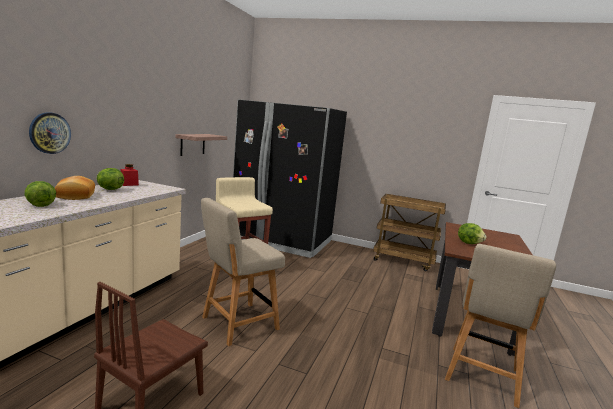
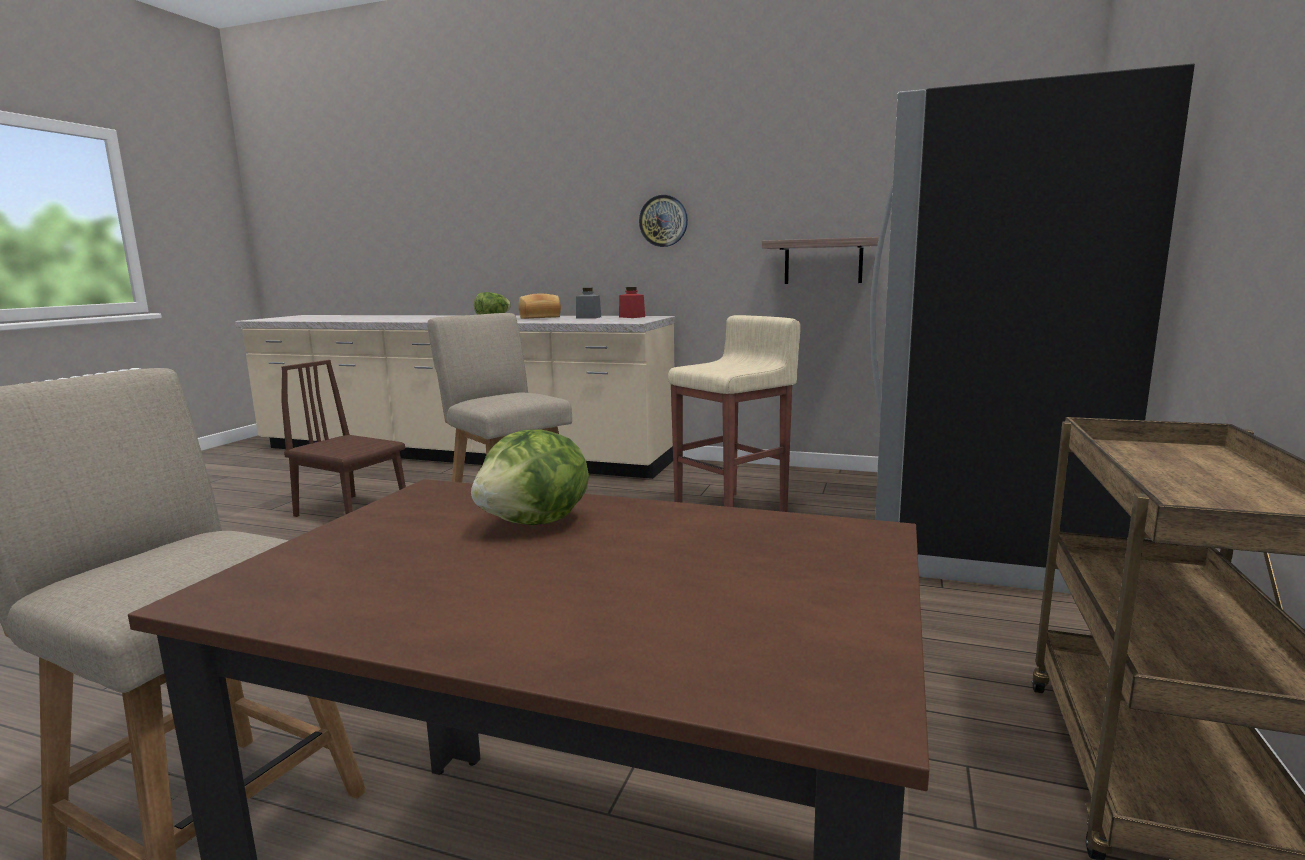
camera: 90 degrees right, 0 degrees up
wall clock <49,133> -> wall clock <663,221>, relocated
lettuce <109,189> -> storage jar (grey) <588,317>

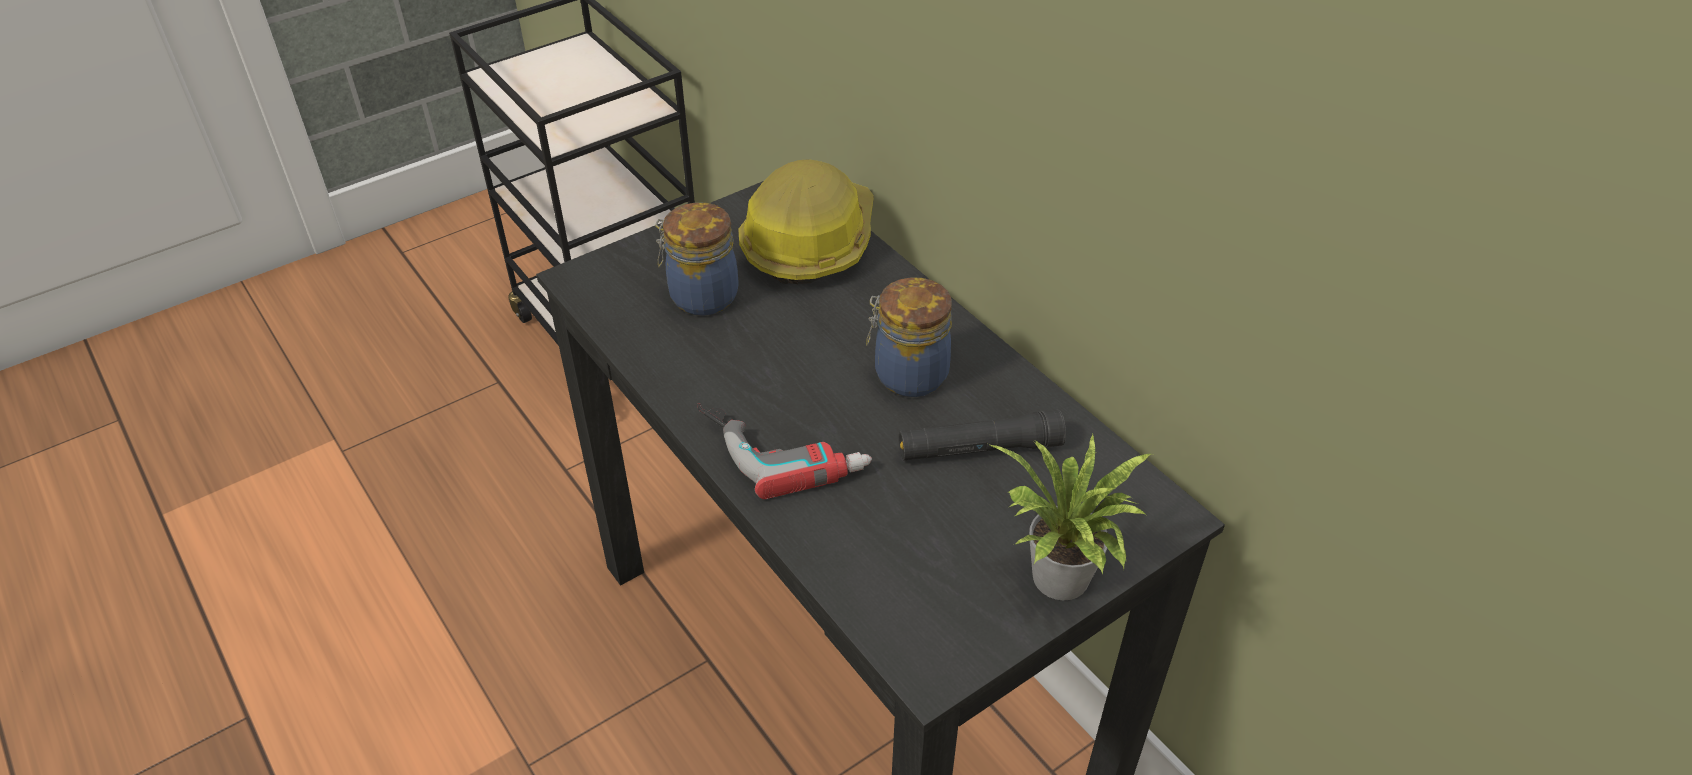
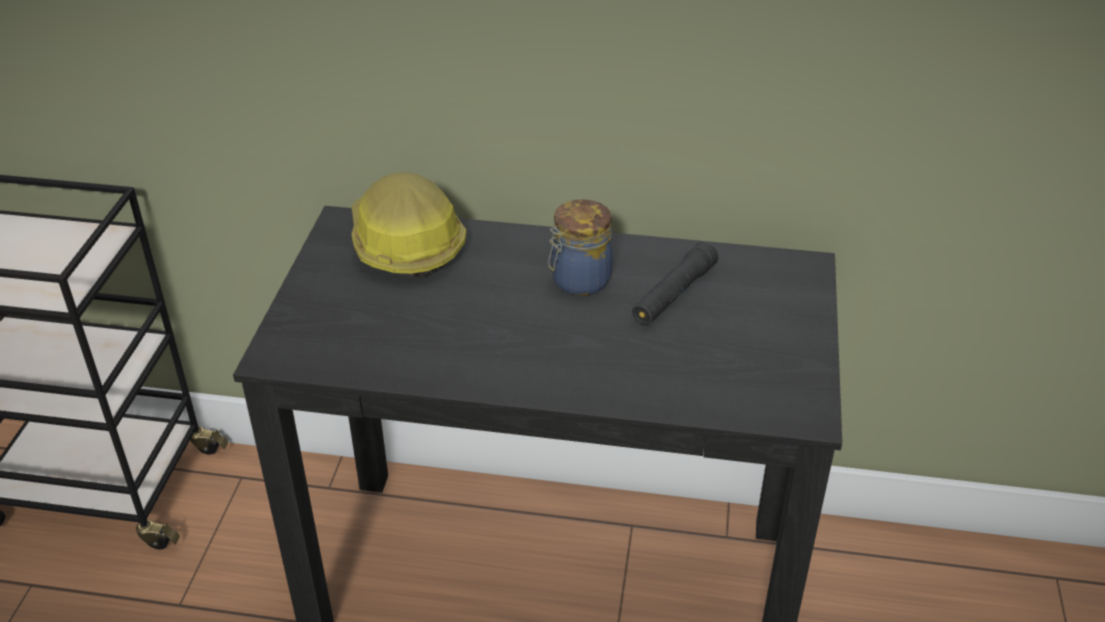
camera: 45 degrees left, 5 degrees down
storage jar <700,295> -> none
power drill <784,445> -> none
plant in a pot <1059,584> -> none

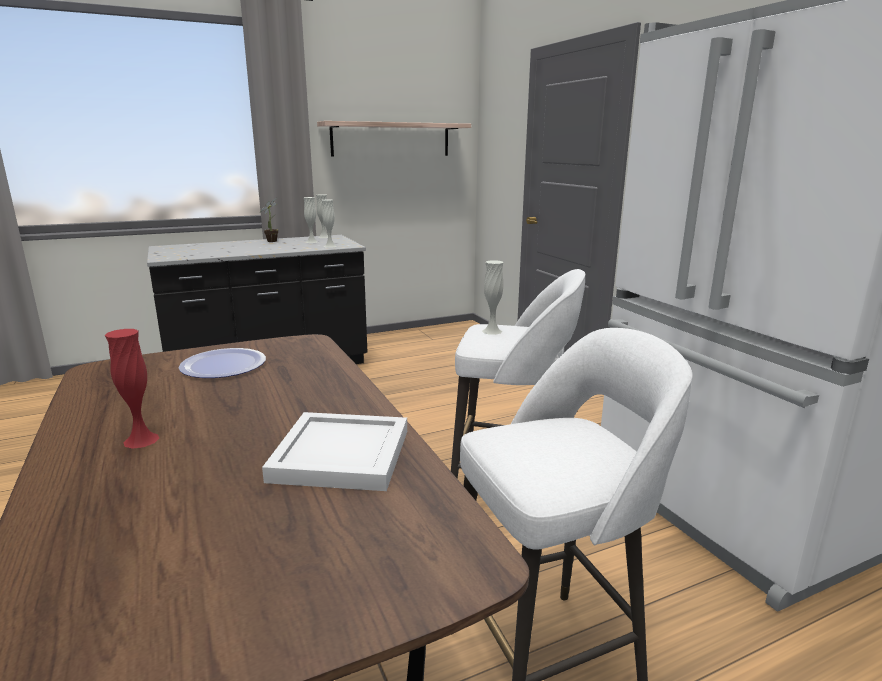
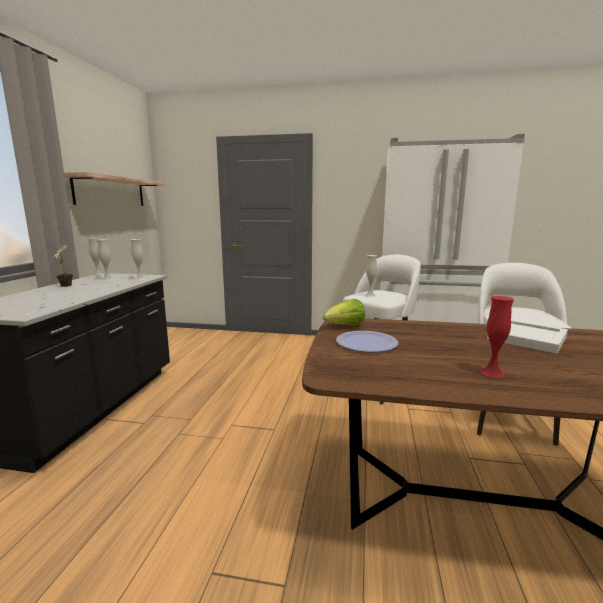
camera: 55 degrees left, 5 degrees down
none -> lettuce <345,326>

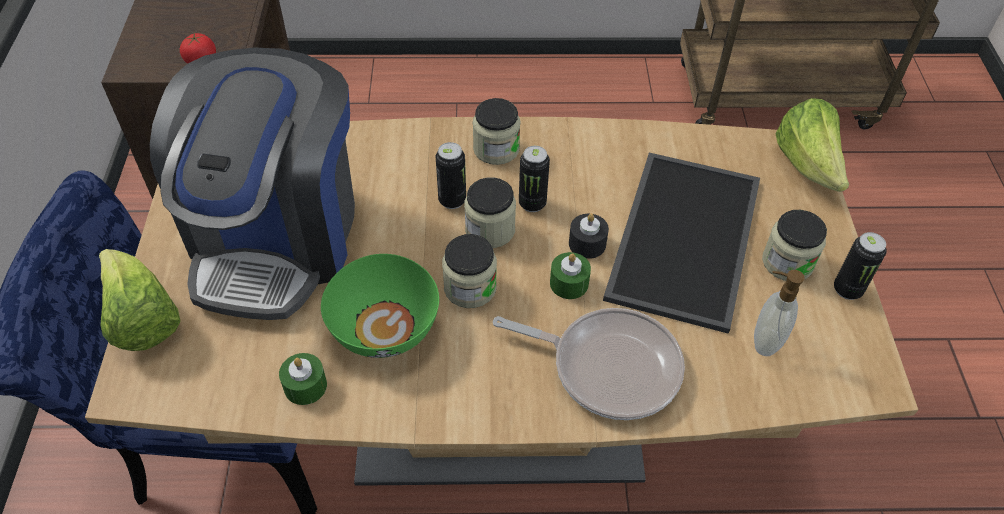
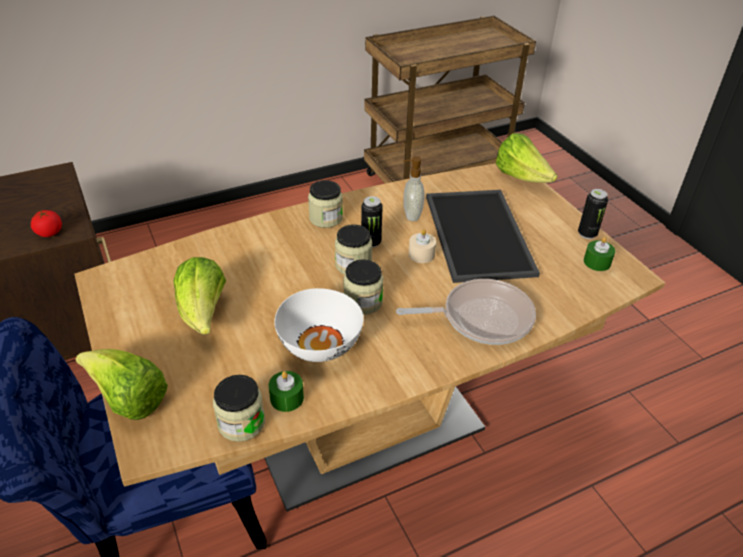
camera: 25 degrees left, 10 degrees down
coffee machine <277,237> -> lettuce <203,314>
deep dish (green-coloured) <383,327> -> deep dish (whitish) <319,343>
sealed can <452,200> -> none
wax candle (green-coloured) <569,283> -> wax candle (green-coloured) <597,262>, relocated
wax candle (black) <587,244> -> wax candle (beige-coloured) <421,254>
soap bottle <765,341> -> soap bottle <411,215>, relocated
storage jar <787,262> -> storage jar <241,423>, relocated

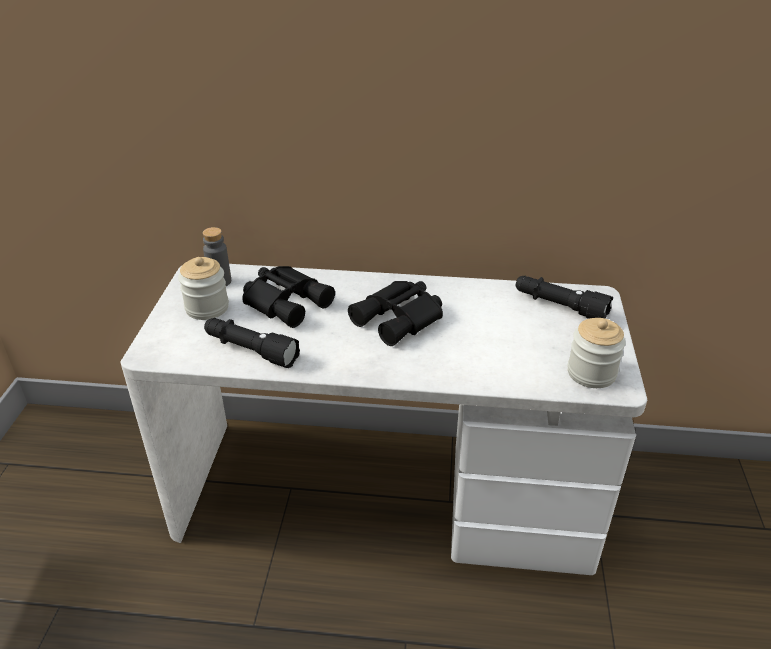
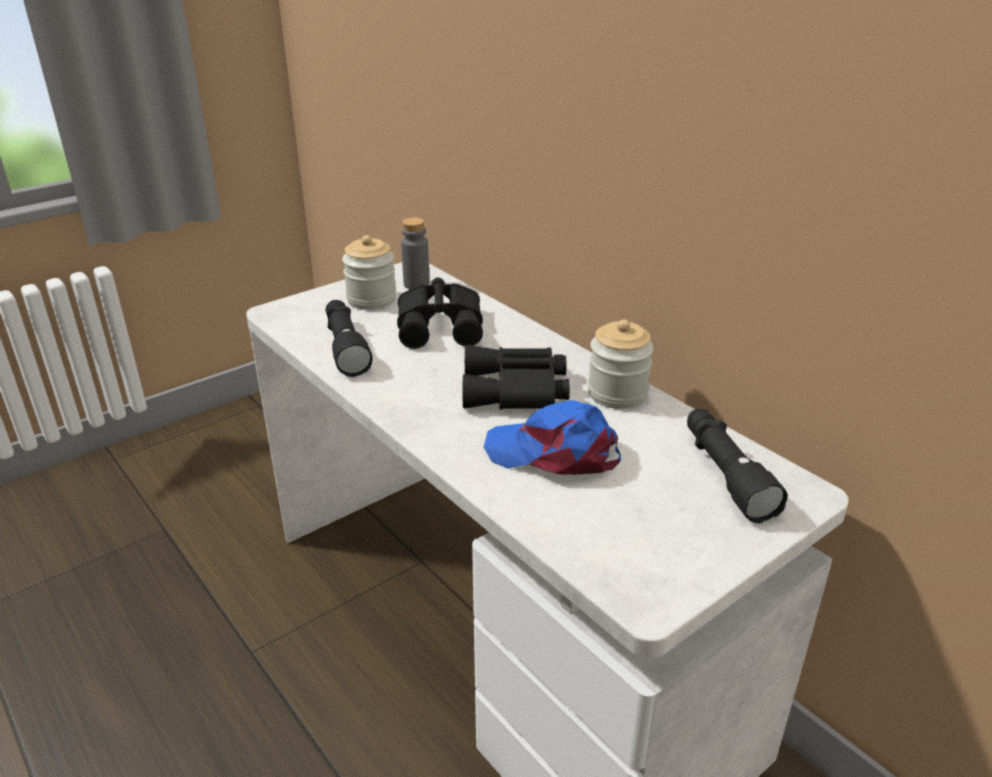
camera: 45 degrees right, 5 degrees down
storage jar <591,373> -> storage jar <617,393>, relocated
none -> peaked cap (blue-coloured) <554,453>

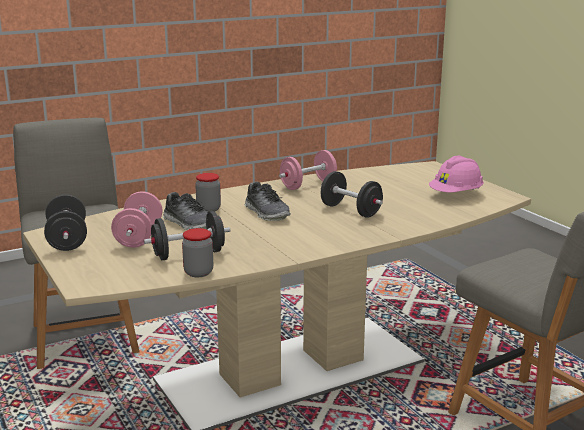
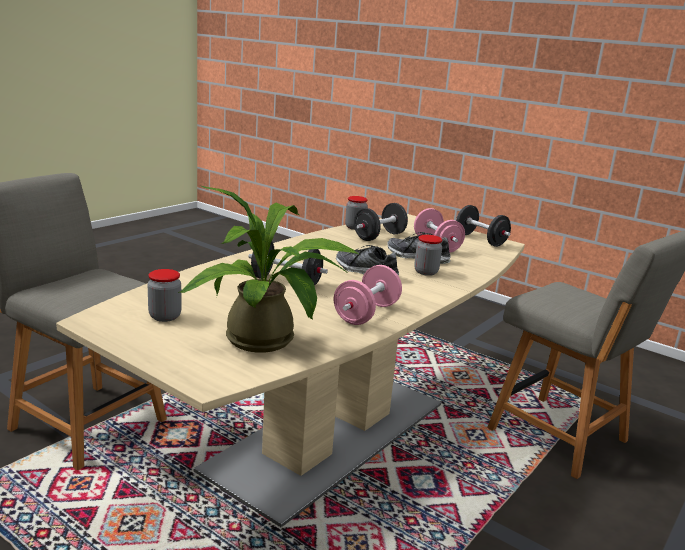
camera: 155 degrees right, 0 degrees up
hard hat (pink-coloured) <456,195> -> storage jar <165,316>
none -> plant in a pot <268,342>

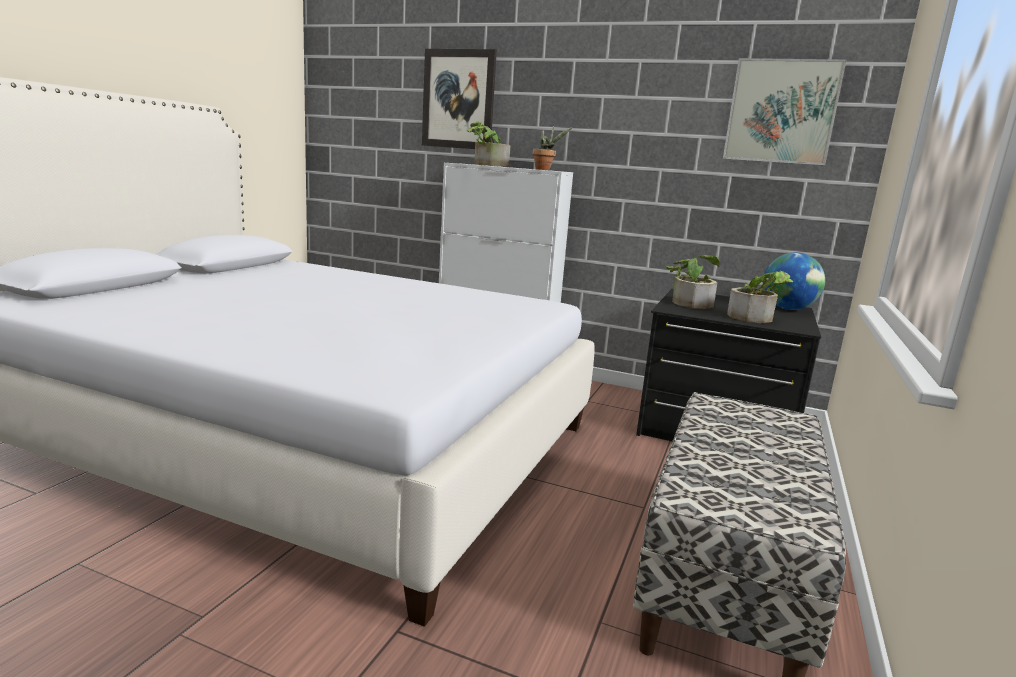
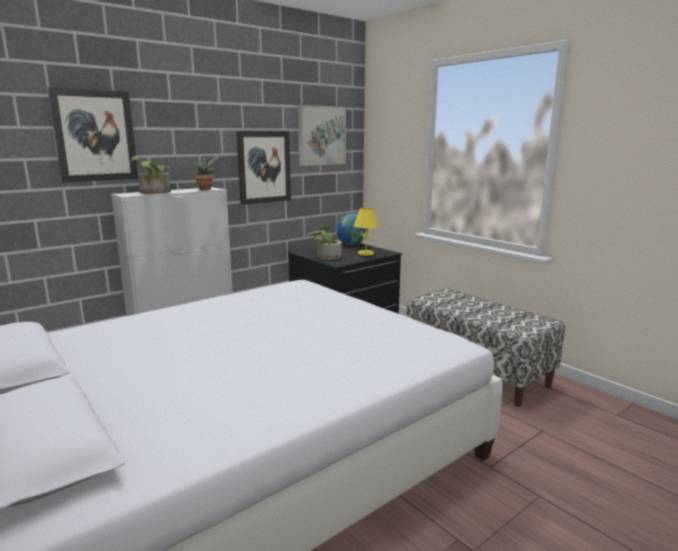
camera: 60 degrees left, 0 degrees up
plant in a pot <756,318> -> table lamp (yellow-coloured) <365,254>
none -> wall art <264,167>

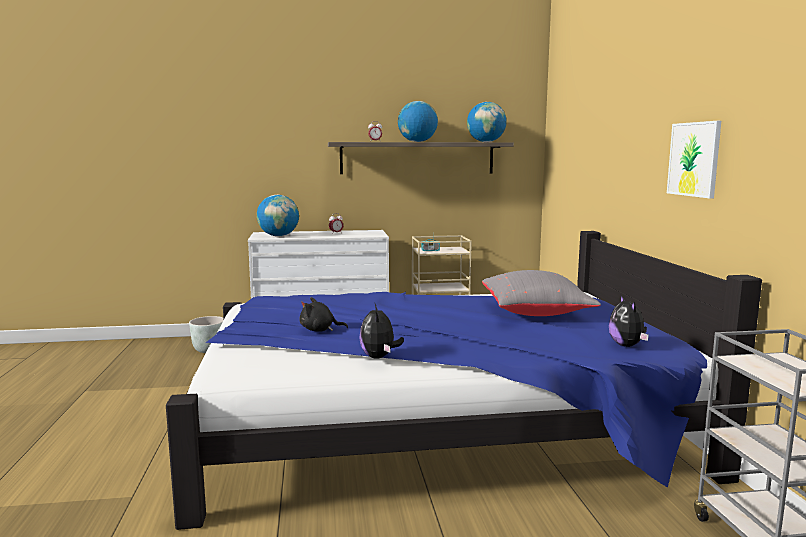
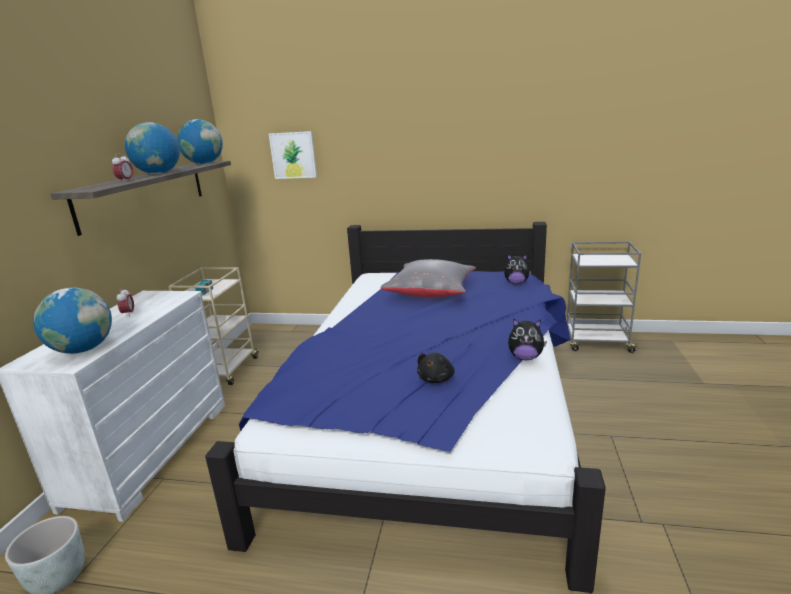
camera: 70 degrees left, 10 degrees up
wall art <694,159> -> wall art <293,155>, relocated

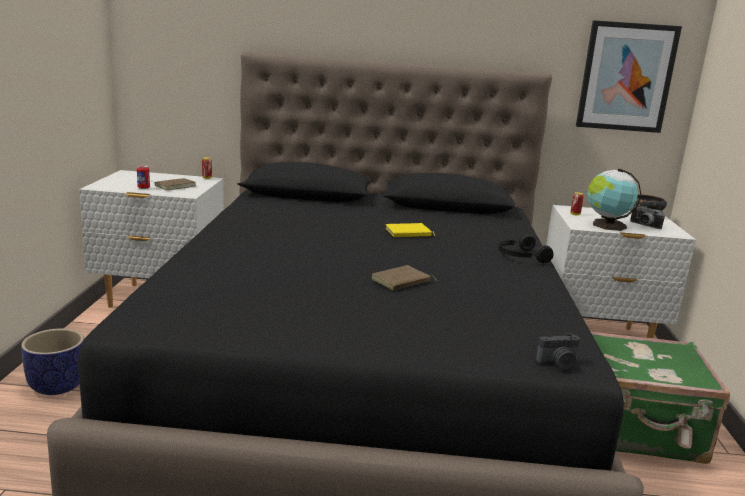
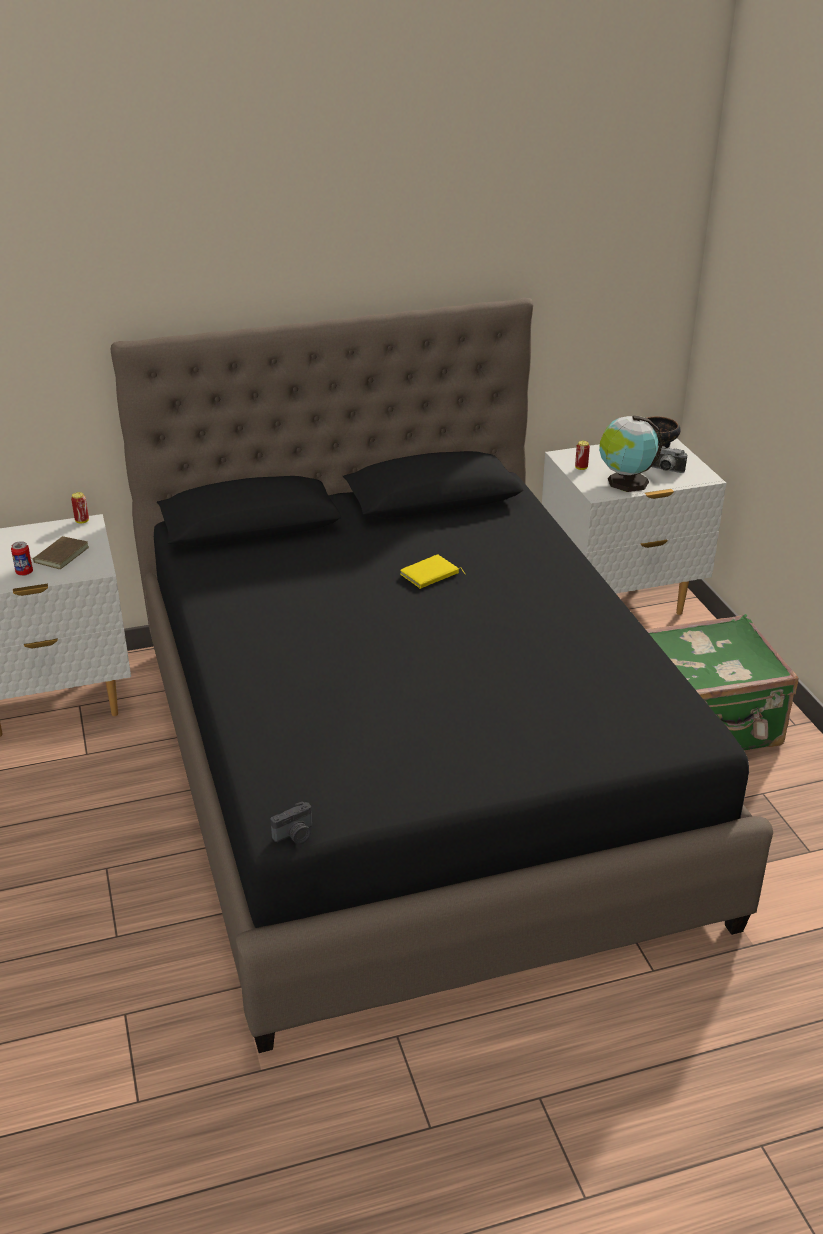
camera: 20 degrees left, 15 degrees up
flower pot <58,385> -> none
book (brown-coloured) <401,282> -> none
headset (black) <521,256> -> none
photo camera <558,363> -> photo camera <295,835>, relocated
wall art <626,77> -> none

